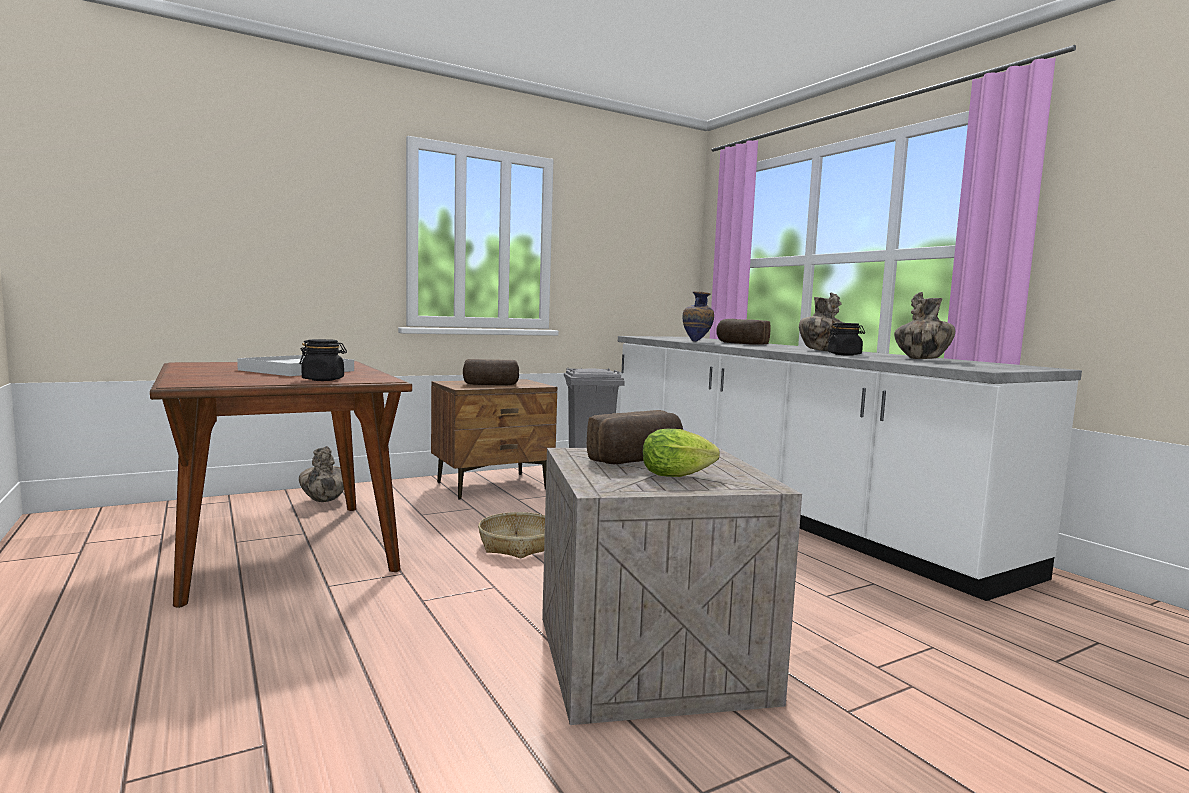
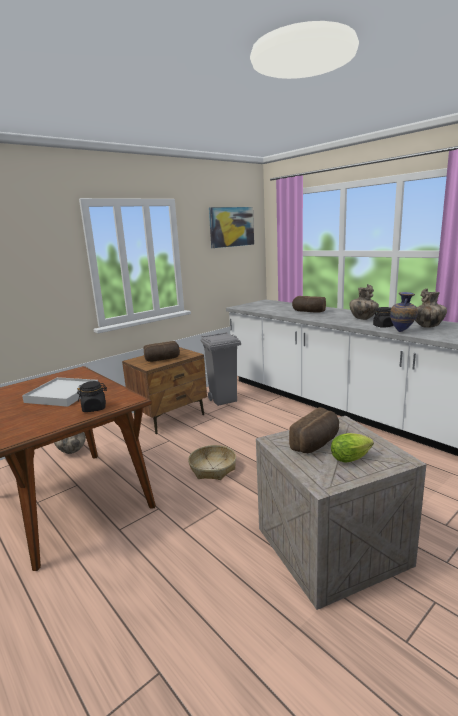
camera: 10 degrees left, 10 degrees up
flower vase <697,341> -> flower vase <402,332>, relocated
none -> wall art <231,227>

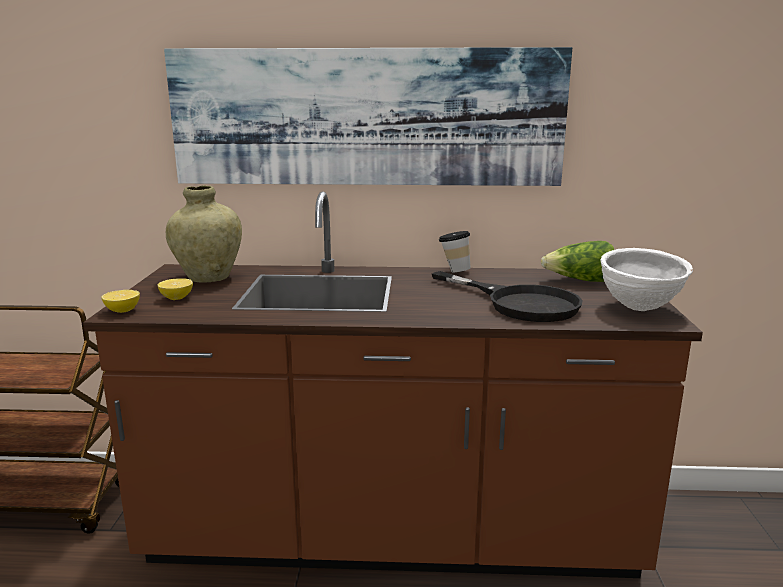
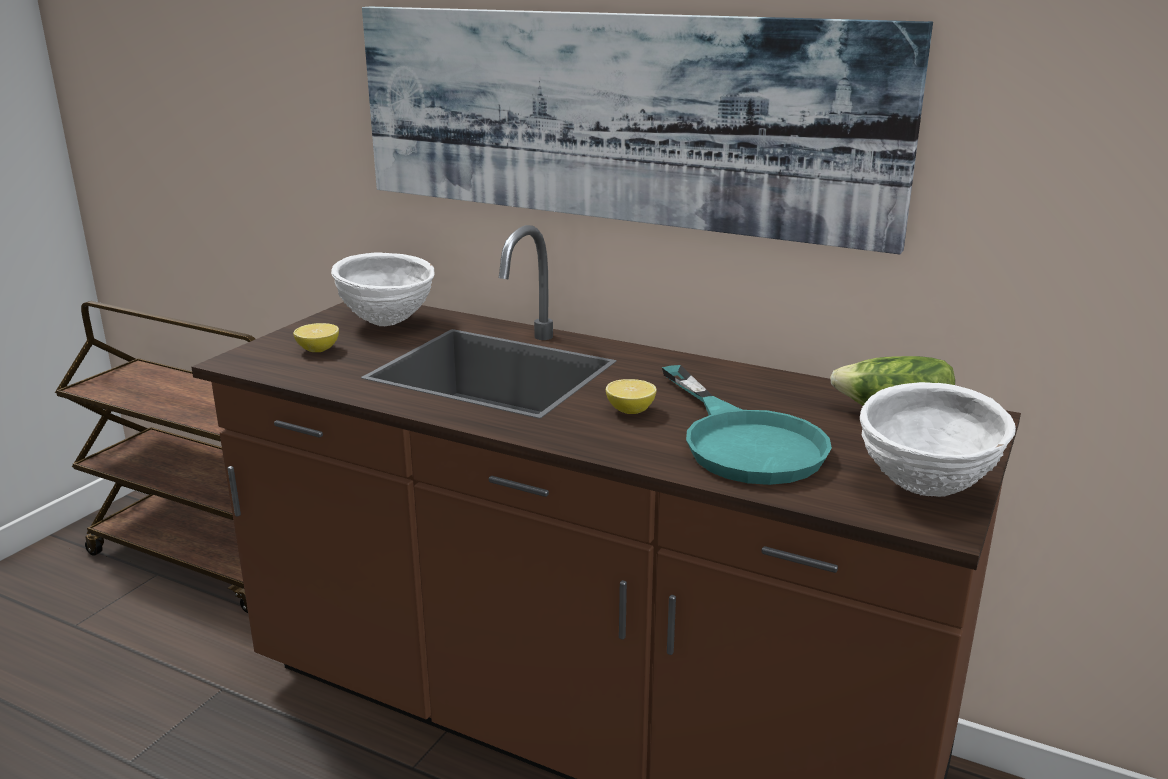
camera: 25 degrees right, 5 degrees up
citrus fruit <122,311> -> citrus fruit <630,410>, relocated
flower vase (beige-coloured) <208,277> -> deep dish (whitish) <387,323>
frying pan (black) <519,303> -> frying pan (blue-green) <743,441>
cup <454,271> -> none

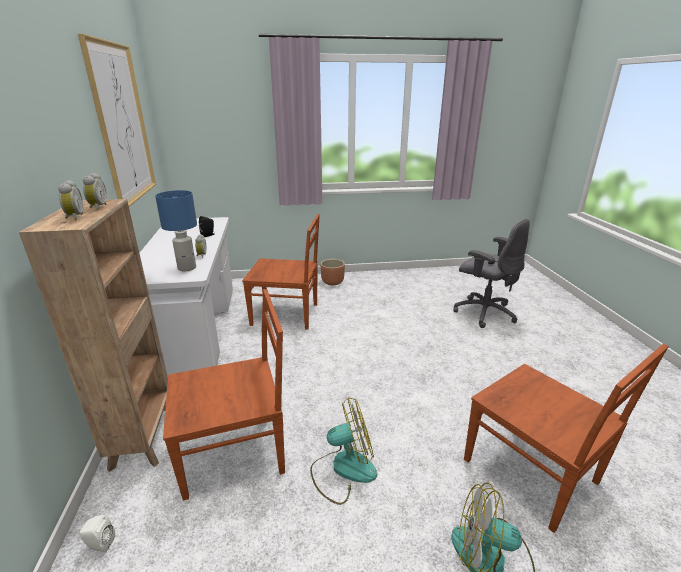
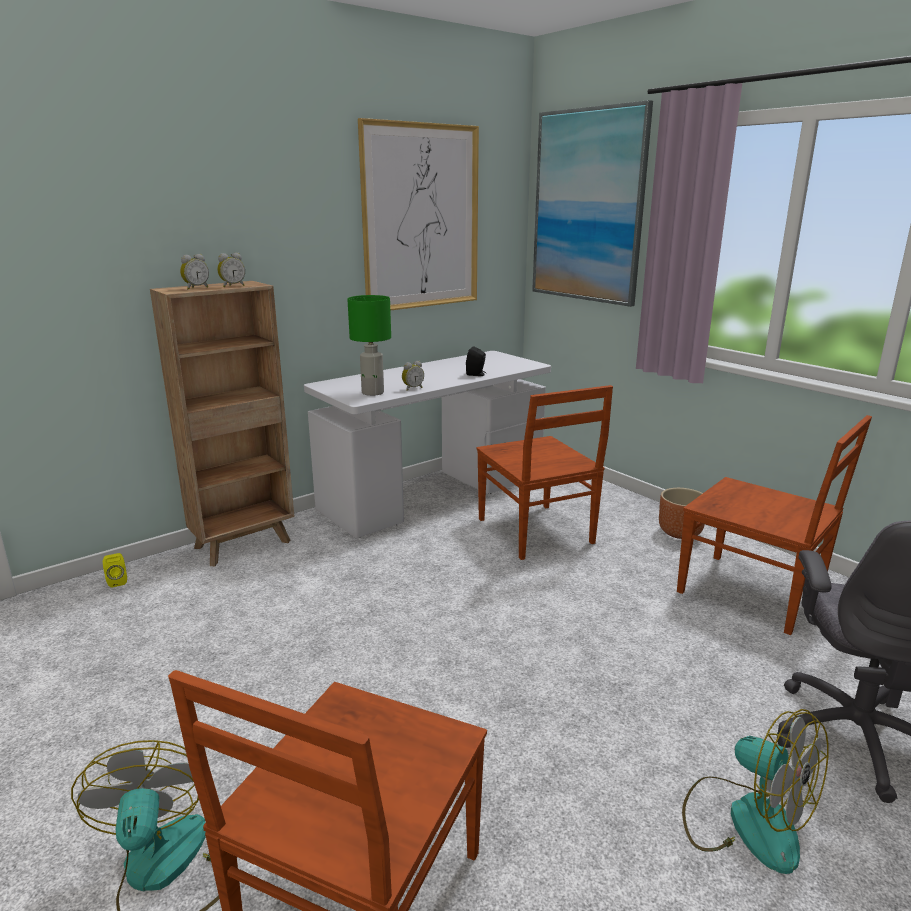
camera: 60 degrees right, 5 degrees down
audio speaker (whitish) <100,544> -> audio speaker (yellow-coloured) <117,581>
table lamp (blue-coloured) <187,268> -> table lamp (green-coloured) <373,393>
chair (brown-coloured) <235,452> -> chair (brown-coloured) <753,594>, relocated
fan <343,469> -> fan <746,820>, relocated
none -> wall art <588,207>

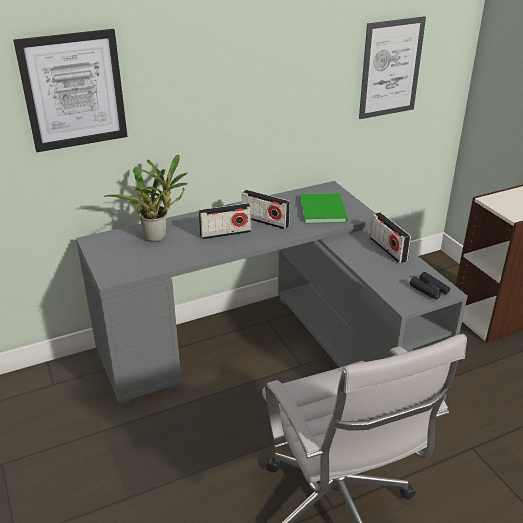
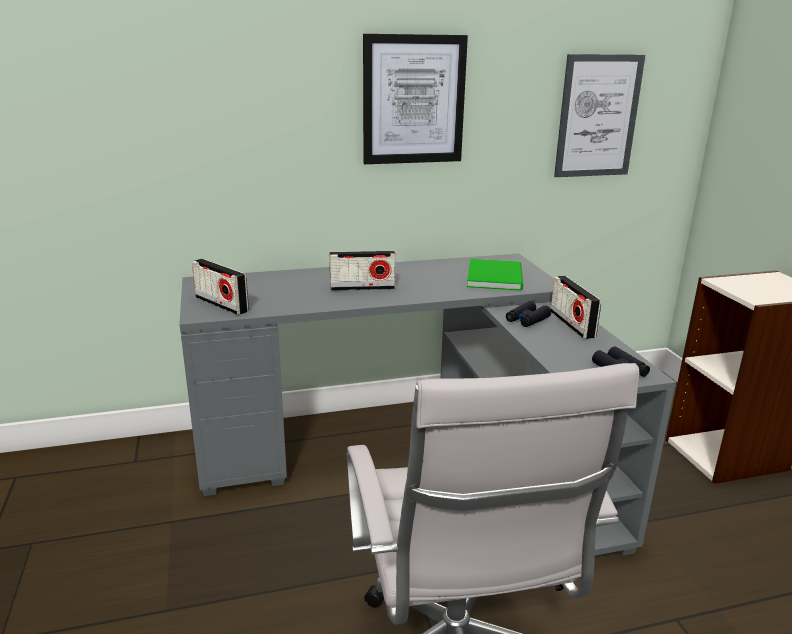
camera: 10 degrees right, 10 degrees down
wall art <73,90> -> wall art <413,100>, relocated
plant in a pot <158,236> -> none
radio <265,221> -> radio <221,304>, relocated
none -> pair of binoculars (black) <527,320>

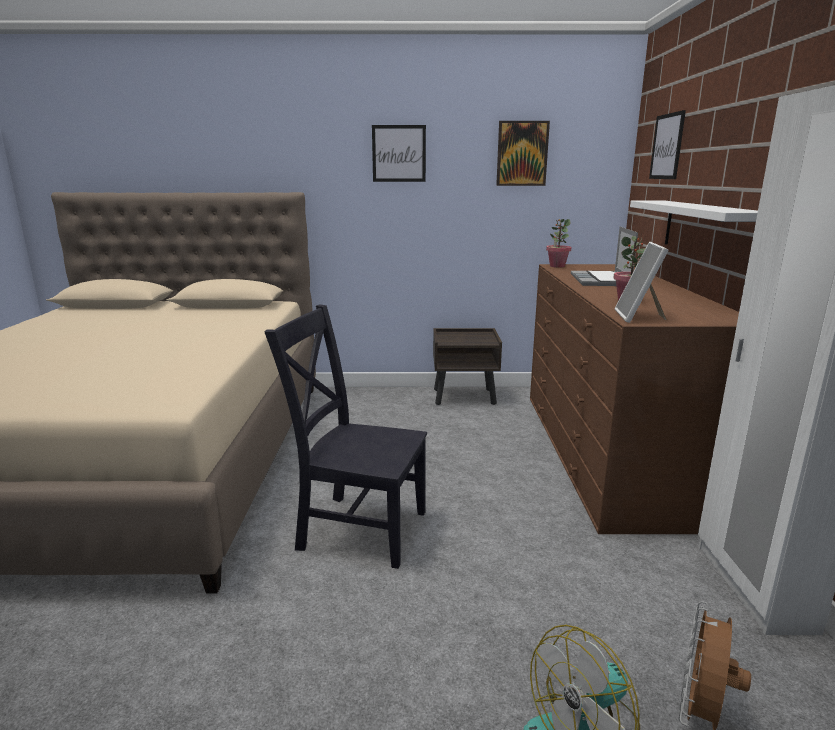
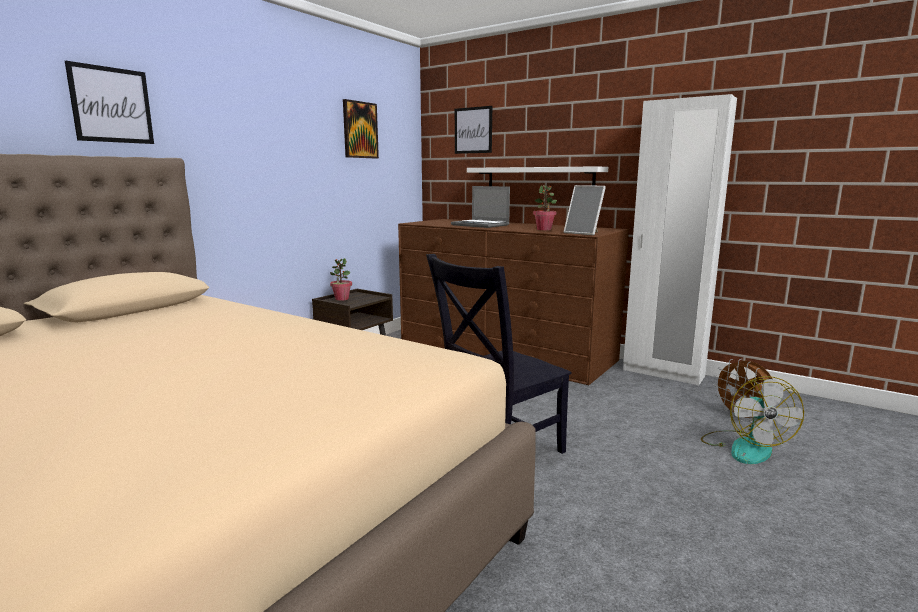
camera: 55 degrees left, 5 degrees down
wall art <399,153> -> wall art <111,105>, relocated
plant in a pot <557,266> -> plant in a pot <341,299>, relocated

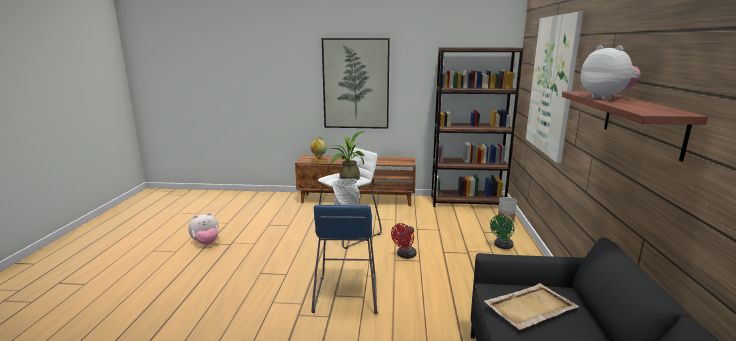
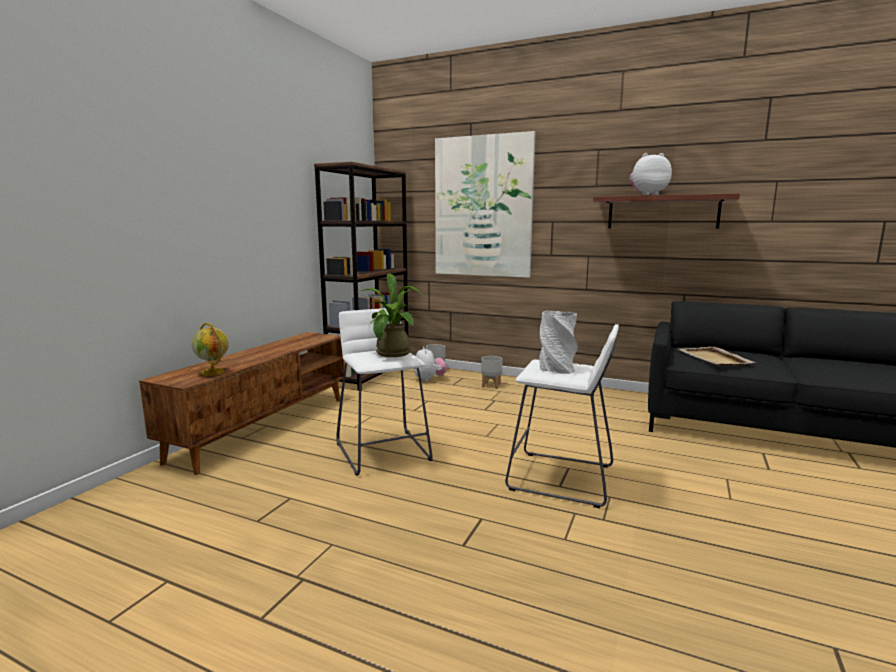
camera: 70 degrees left, 5 degrees down
plush toy <206,243> -> plush toy <429,379>, relocated
stool (blue-coloured) <346,295> -> stool (whitish) <561,478>
wall art <356,84> -> none
fan (red-coloured) <405,256> -> none
fan (green-coloured) <502,246> -> flower pot (grey) <491,385>

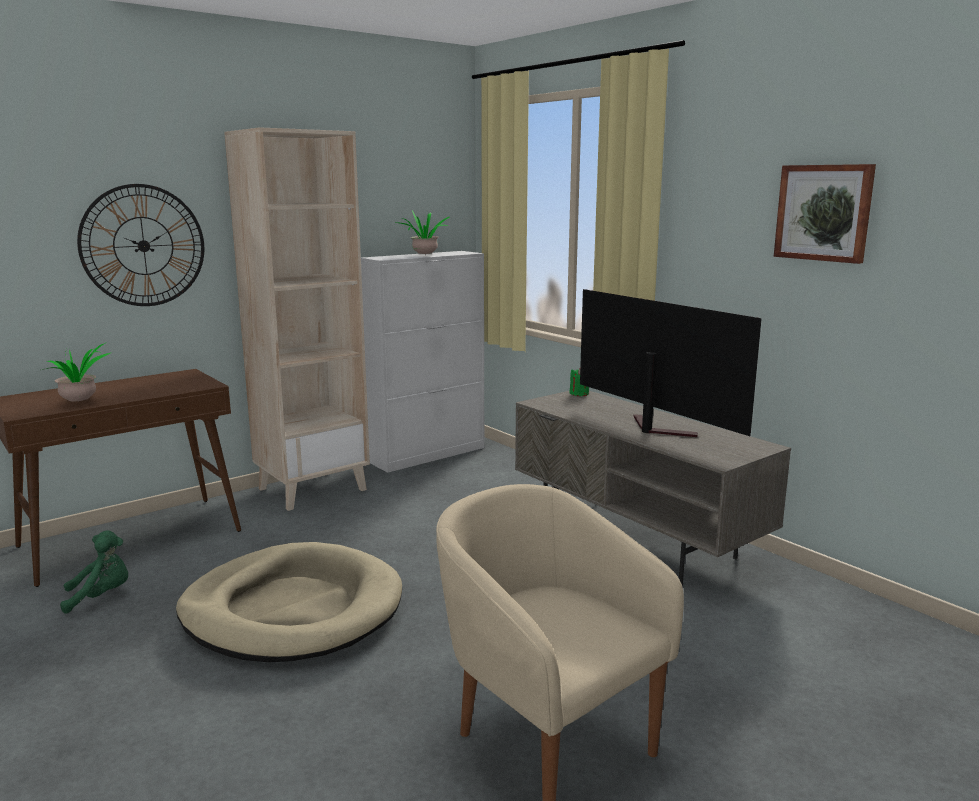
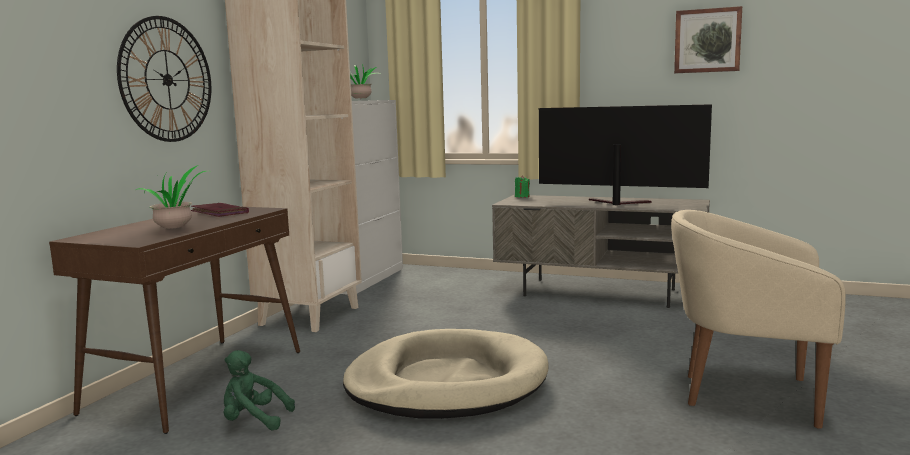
camera: 30 degrees left, 5 degrees down
plush toy (green-coloured) <101,596> -> plush toy (green-coloured) <253,420>, 120 degrees counterclockwise
none -> book (red-coloured) <219,213>

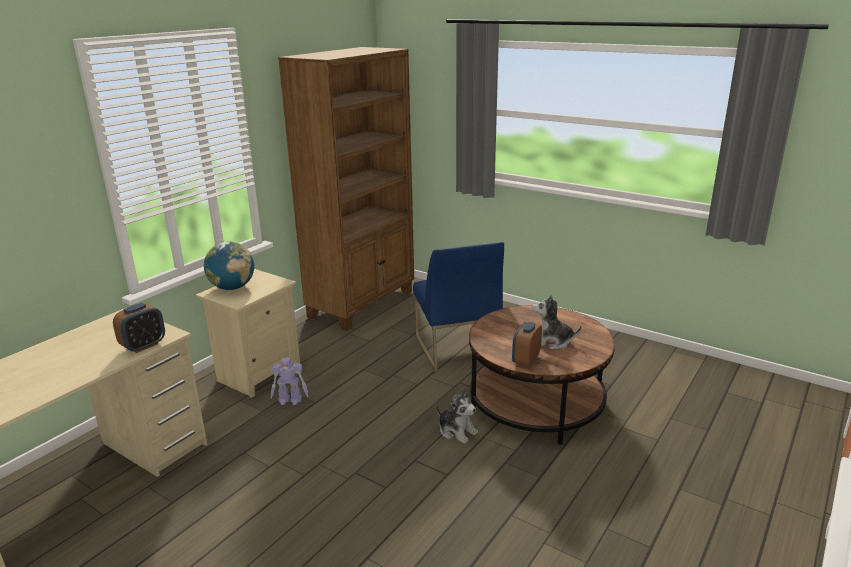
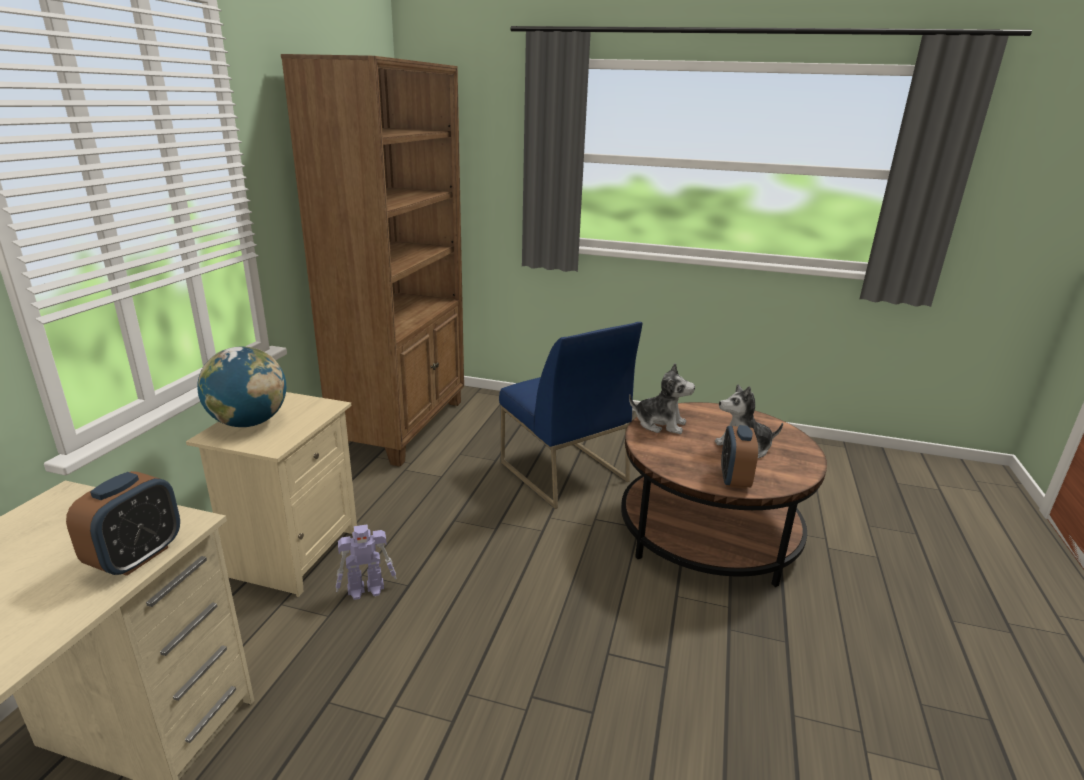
camera: 20 degrees left, 0 degrees up
plush toy <456,431> -> plush toy <660,424>, relocated

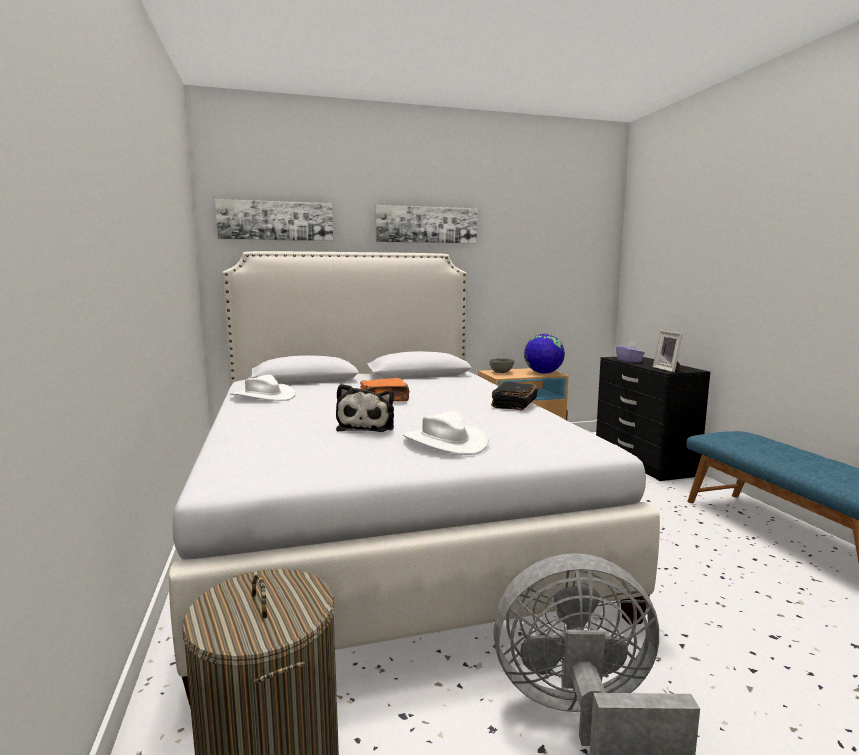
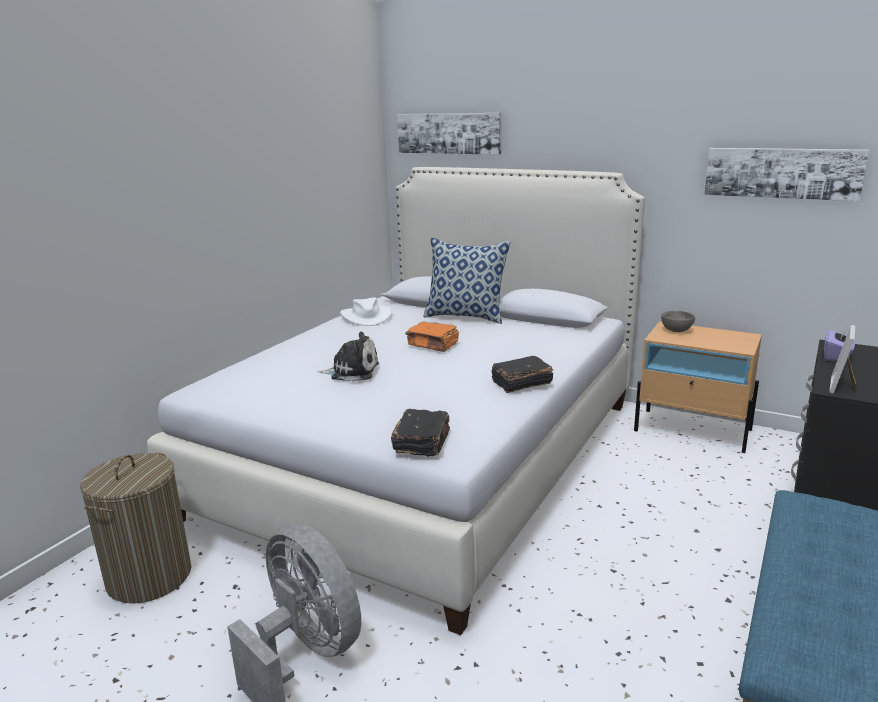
camera: 45 degrees right, 10 degrees up
plush toy <367,426> -> plush toy <351,371>, 135 degrees counterclockwise
wall art <426,225> -> wall art <782,173>, relocated
wearable hat (whitish) <444,442> -> none
globe <543,373> -> none
none -> book (black) <422,443>
none -> pillow <466,316>

